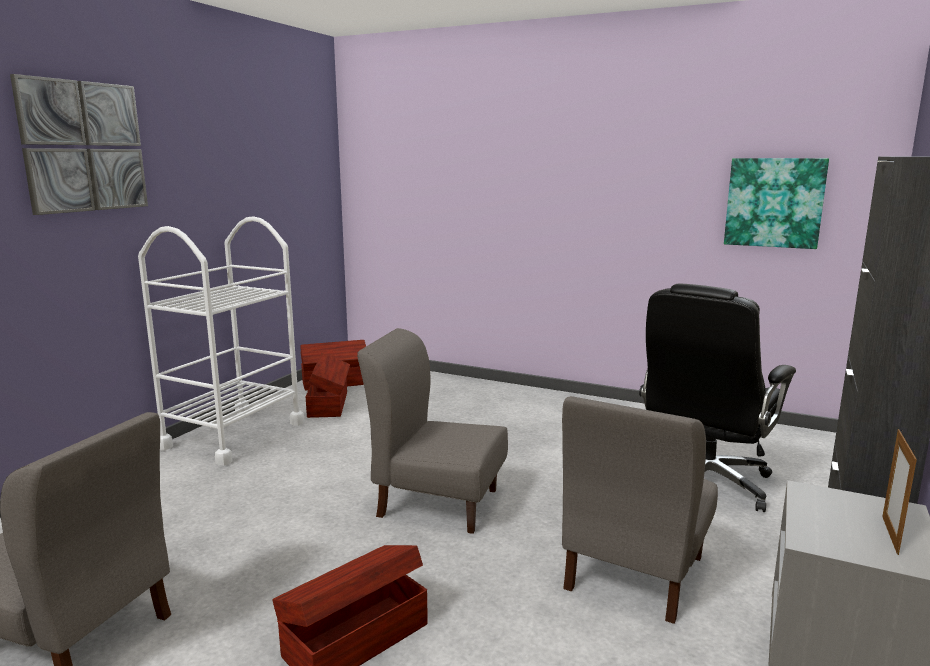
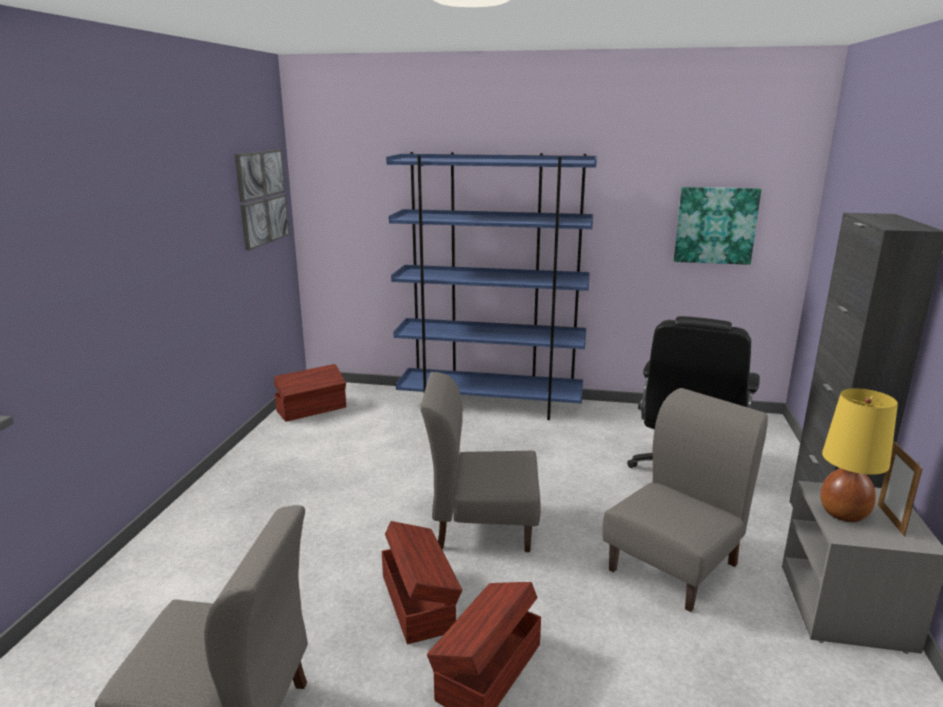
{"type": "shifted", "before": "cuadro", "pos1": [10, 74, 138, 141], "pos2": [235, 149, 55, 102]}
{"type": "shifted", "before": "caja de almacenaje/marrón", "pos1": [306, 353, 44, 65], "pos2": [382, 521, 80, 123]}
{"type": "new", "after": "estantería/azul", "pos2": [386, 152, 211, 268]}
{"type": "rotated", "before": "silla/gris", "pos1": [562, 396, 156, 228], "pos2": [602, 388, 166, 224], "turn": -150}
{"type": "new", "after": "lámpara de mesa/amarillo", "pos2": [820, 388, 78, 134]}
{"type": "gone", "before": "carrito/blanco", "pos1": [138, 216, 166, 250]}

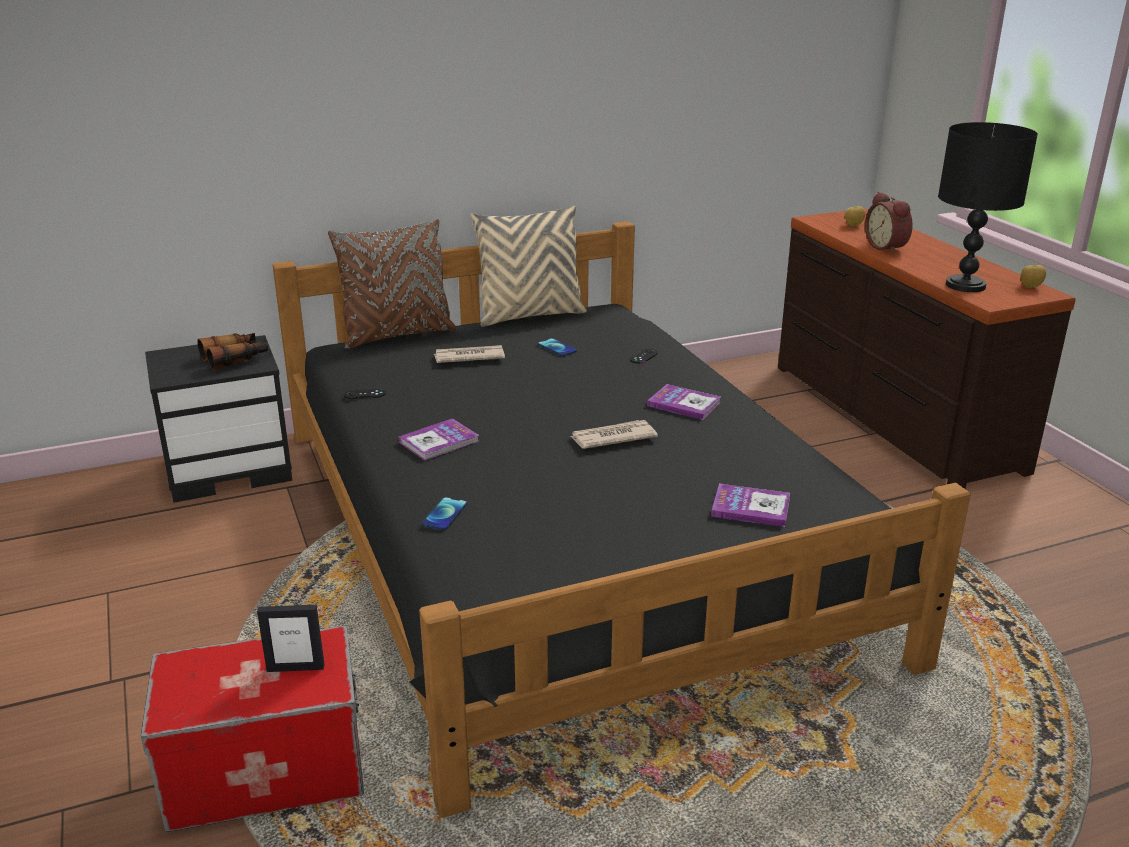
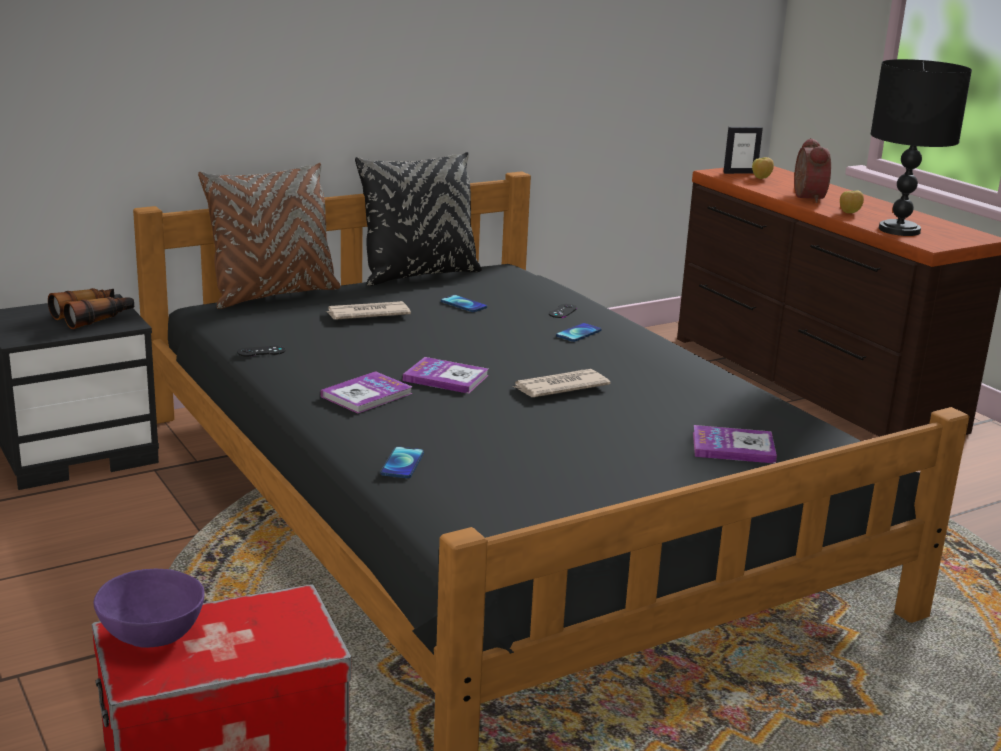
{"type": "new", "after": "cuenco/morado", "pos2": [94, 568, 111, 80]}
{"type": "repainted", "before": "cojín/beis", "after": "cojín/negro", "pos1": [471, 206, 115, 121], "pos2": [355, 152, 127, 134]}
{"type": "shifted", "before": "libro", "pos1": [647, 384, 74, 36], "pos2": [403, 357, 86, 37]}
{"type": "new", "after": "móvil", "pos2": [556, 323, 46, 19]}
{"type": "shifted", "before": "portarretratos", "pos1": [257, 605, 68, 67], "pos2": [723, 127, 40, 47]}
{"type": "rotated", "before": "despertador", "pos1": [865, 192, 48, 62], "pos2": [794, 138, 37, 65], "turn": -150}
{"type": "shifted", "before": "manzana", "pos1": [1021, 265, 25, 23], "pos2": [840, 191, 24, 22]}

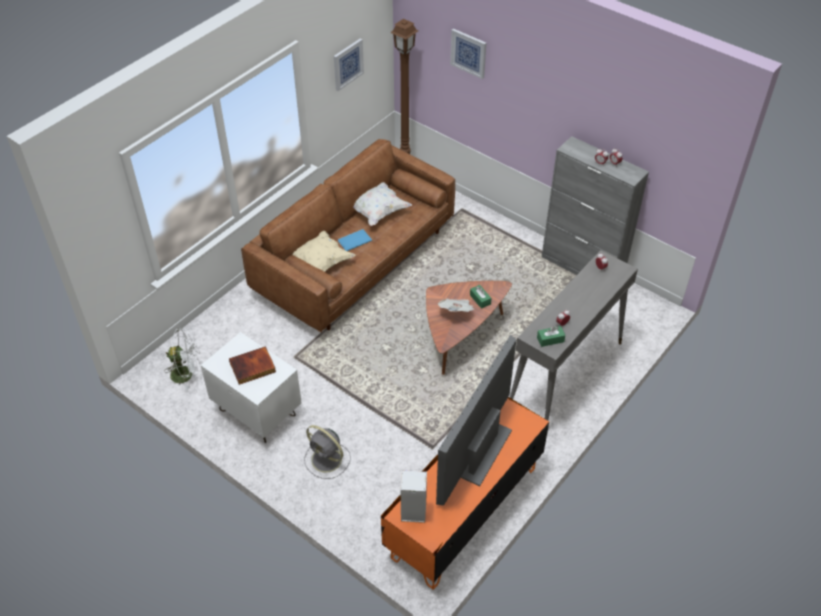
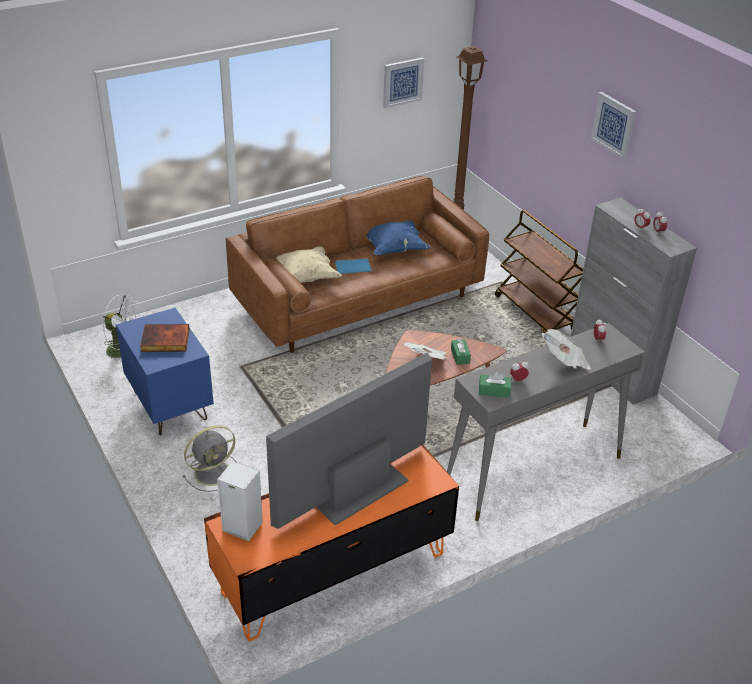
{"type": "repainted", "before": "mesita de noche/blanco", "after": "mesita de noche/azul", "pos1": [201, 332, 101, 111], "pos2": [116, 308, 98, 128]}
{"type": "rotated", "before": "ventilador/gris", "pos1": [304, 425, 47, 54], "pos2": [182, 425, 54, 67], "turn": -90}
{"type": "repainted", "before": "cojín/blanco", "after": "cojín/azul", "pos1": [353, 182, 59, 44], "pos2": [367, 220, 64, 35]}
{"type": "new", "after": "carrito/marrón", "pos2": [495, 210, 88, 123]}
{"type": "new", "after": "periódico", "pos2": [542, 329, 49, 41]}
{"type": "shifted", "before": "cuadro", "pos1": [450, 29, 36, 50], "pos2": [591, 92, 45, 68]}

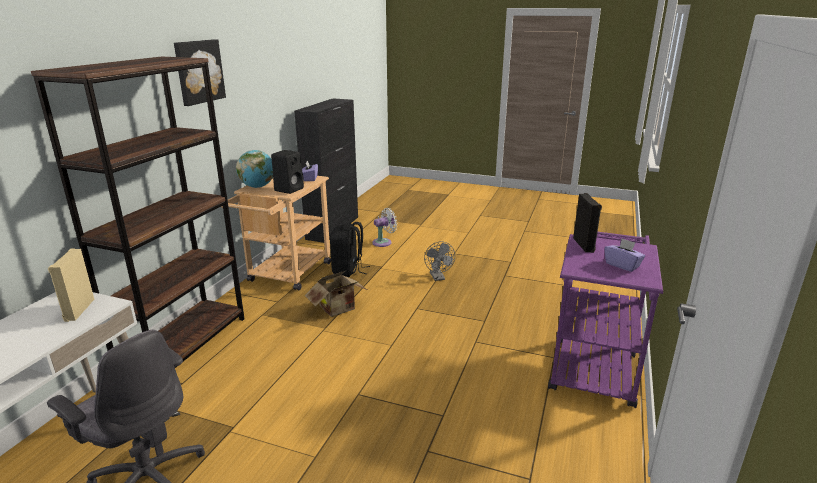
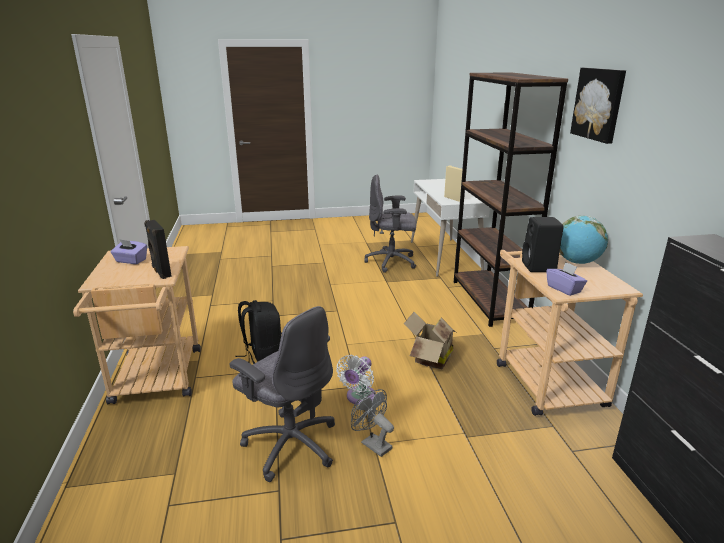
{"type": "repainted", "before": "carrito/morado", "after": "carrito/beis", "pos1": [548, 232, 115, 176], "pos2": [73, 246, 128, 158]}
{"type": "new", "after": "silla de oficina/gris", "pos2": [230, 306, 105, 176]}
{"type": "shifted", "before": "mochila/negro", "pos1": [330, 222, 40, 55], "pos2": [235, 300, 47, 64]}
{"type": "shifted", "before": "ventilador/blanco", "pos1": [372, 208, 25, 39], "pos2": [336, 355, 40, 50]}

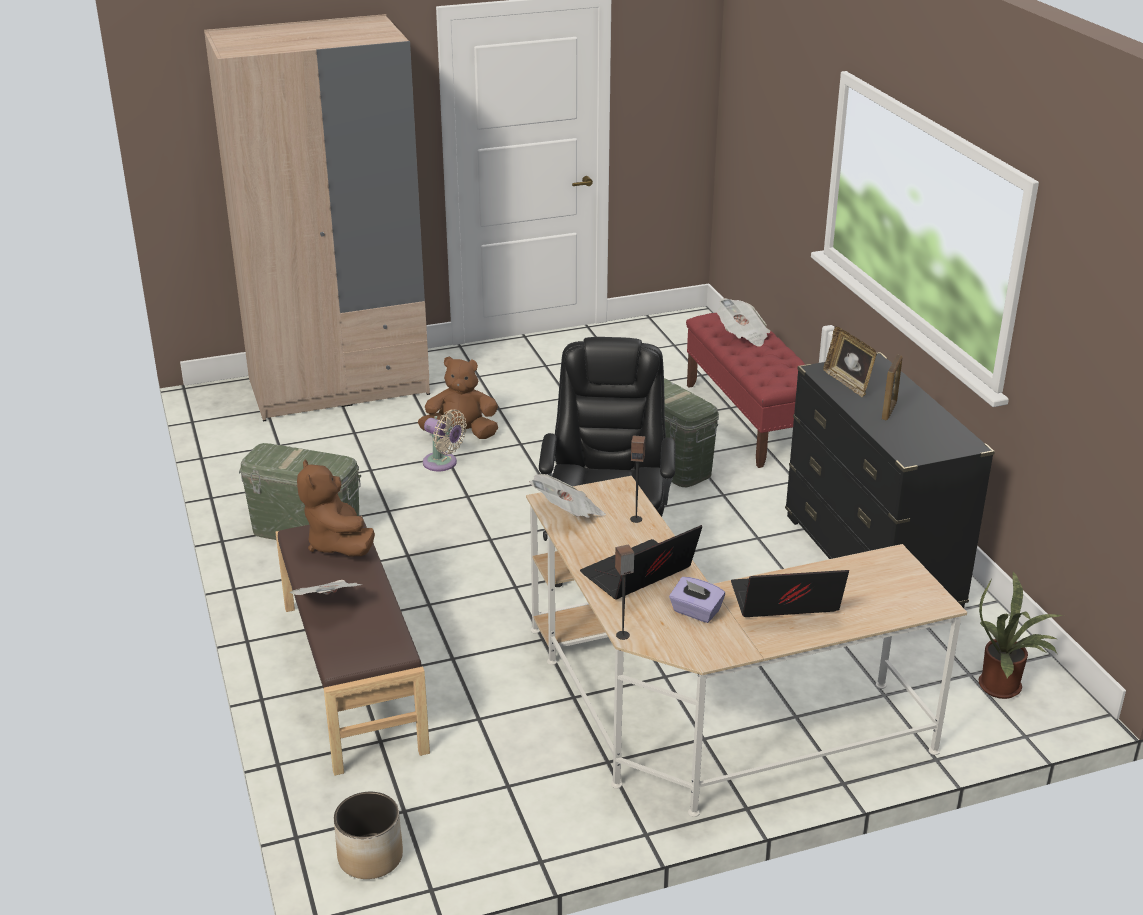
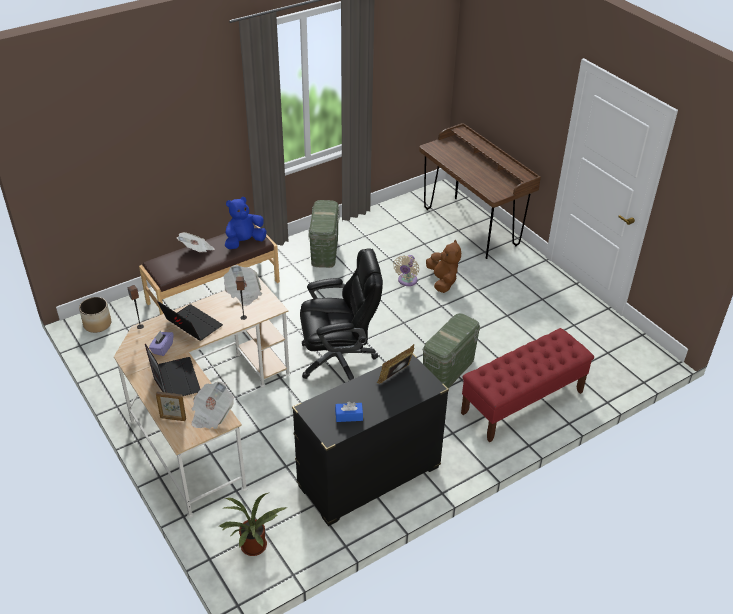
{"type": "shifted", "before": "portarretratos", "pos1": [882, 355, 20, 65], "pos2": [156, 391, 30, 30]}
{"type": "shifted", "before": "periódico", "pos1": [717, 298, 53, 49], "pos2": [191, 382, 43, 47]}
{"type": "repainted", "before": "peluche/marrón", "after": "peluche/azul", "pos1": [297, 459, 78, 97], "pos2": [225, 197, 41, 52]}
{"type": "new", "after": "caja de pañuelos/azul", "pos2": [335, 401, 28, 21]}
{"type": "swapped", "before": "armario ropero/beis", "after": "escritorio/marrón", "pos1": [204, 14, 226, 407], "pos2": [419, 123, 122, 136]}

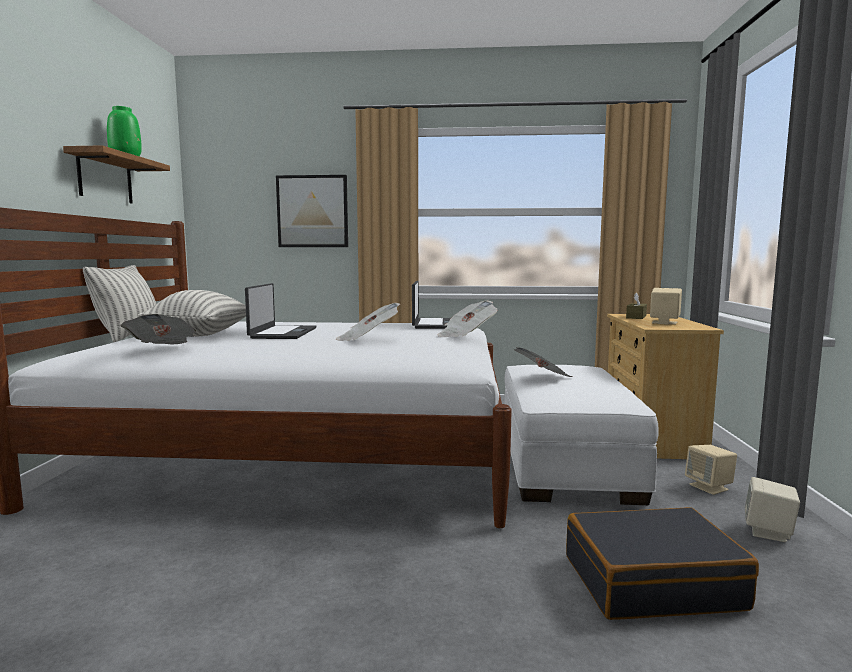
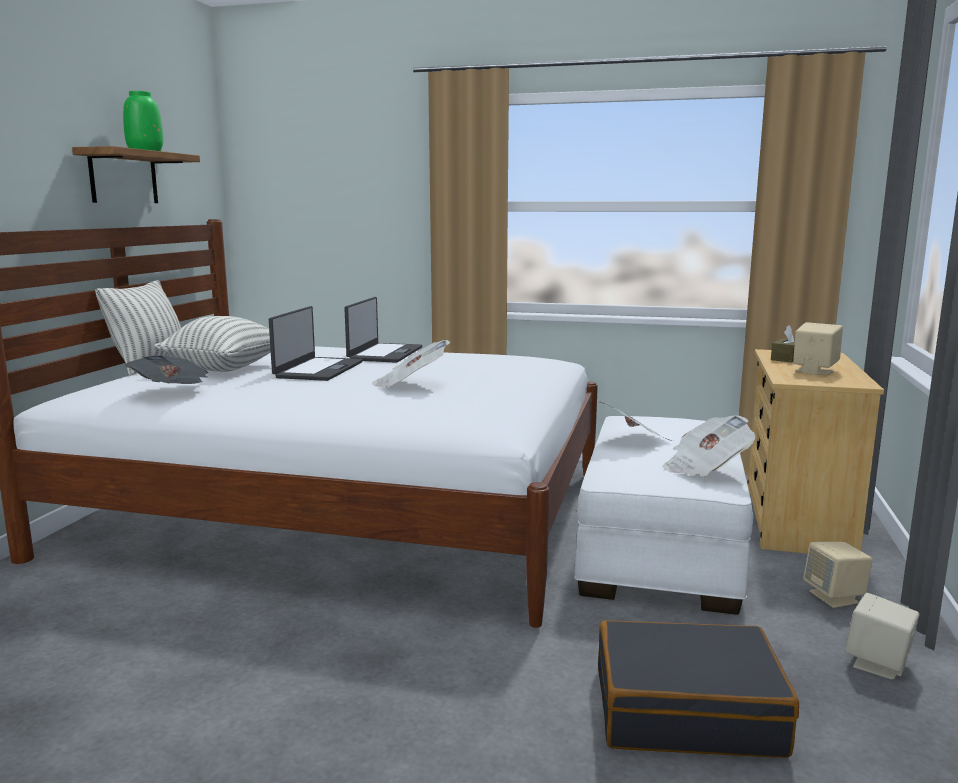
{"type": "shifted", "before": "portátil", "pos1": [412, 281, 39, 48], "pos2": [344, 297, 78, 66]}
{"type": "shifted", "before": "periódico", "pos1": [438, 301, 59, 36], "pos2": [663, 415, 92, 62]}
{"type": "gone", "before": "cuadro", "pos1": [276, 175, 72, 72]}

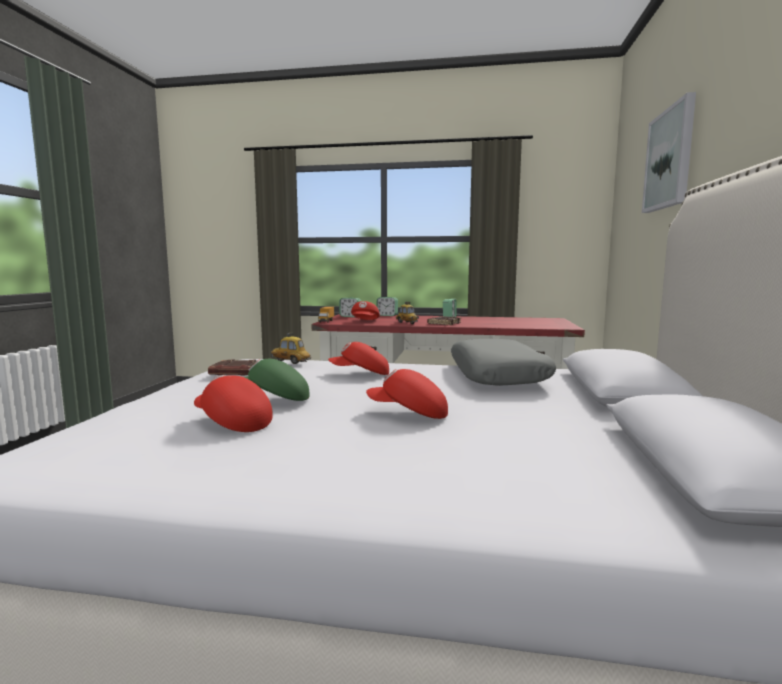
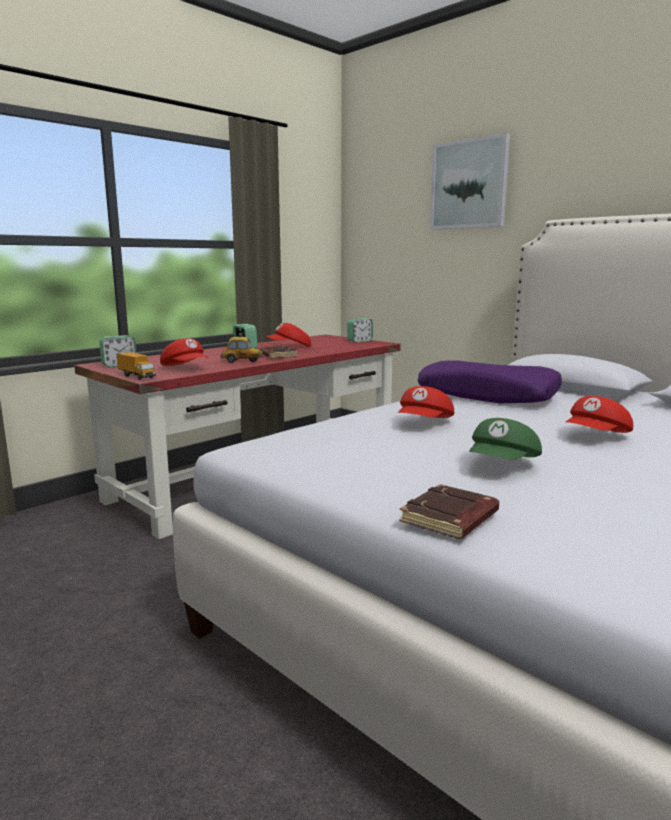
{"type": "shifted", "before": "gorra/rojo", "pos1": [194, 375, 79, 57], "pos2": [266, 323, 45, 24]}
{"type": "shifted", "before": "despertador", "pos1": [377, 297, 21, 19], "pos2": [347, 318, 26, 24]}
{"type": "shifted", "before": "libro/marrón", "pos1": [208, 359, 49, 16], "pos2": [400, 484, 99, 55]}
{"type": "repainted", "before": "cojín/gris", "after": "cojín/morado", "pos1": [451, 339, 105, 47], "pos2": [418, 360, 144, 43]}
{"type": "gone", "before": "coche de juguete", "pos1": [271, 333, 40, 31]}

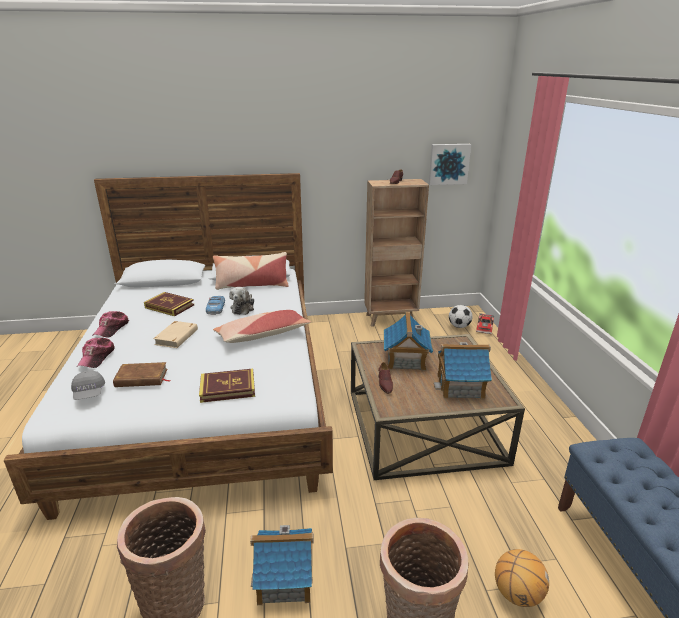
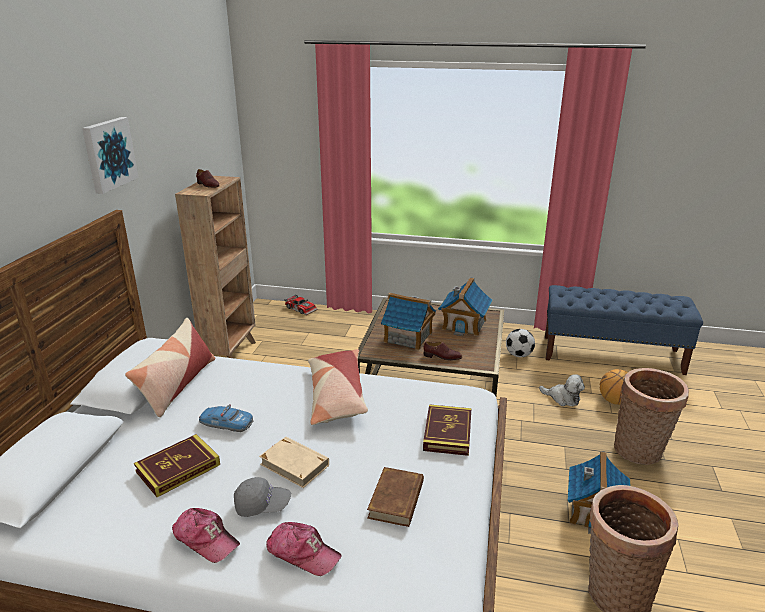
{"type": "shifted", "before": "cuadro", "pos1": [429, 144, 42, 41], "pos2": [82, 117, 56, 77]}
{"type": "shifted", "before": "gorra/gris", "pos1": [71, 370, 34, 30], "pos2": [234, 477, 57, 40]}
{"type": "shifted", "before": "balón de fútbol", "pos1": [449, 305, 24, 23], "pos2": [506, 329, 29, 28]}
{"type": "shifted", "before": "peluche", "pos1": [229, 287, 25, 28], "pos2": [539, 374, 46, 33]}

